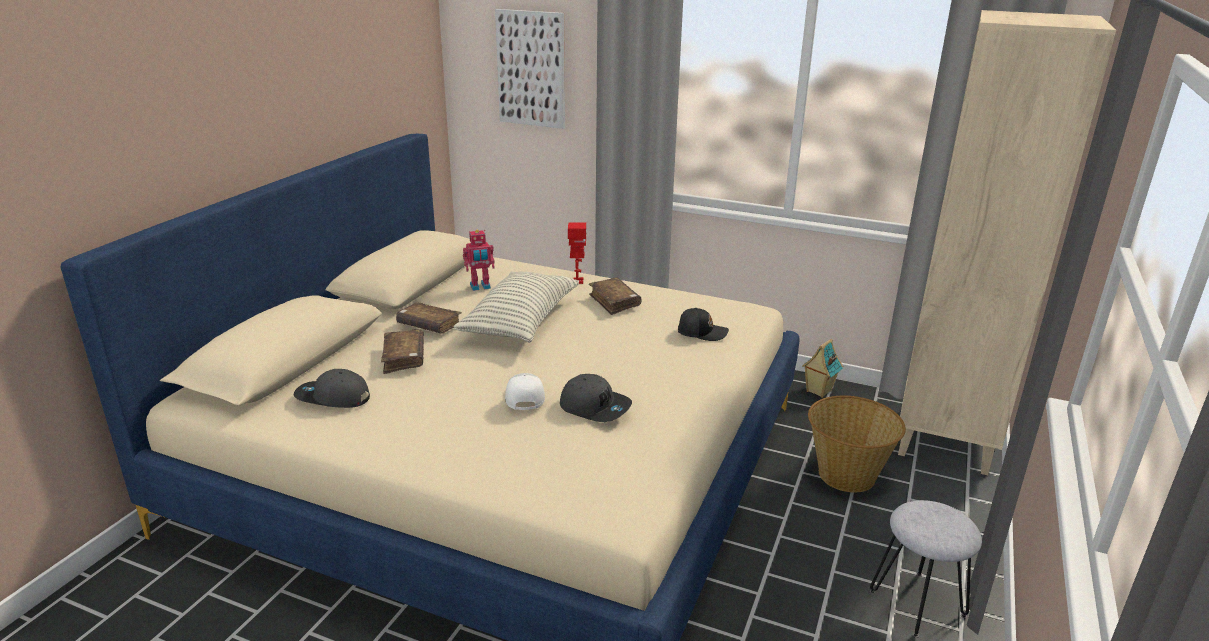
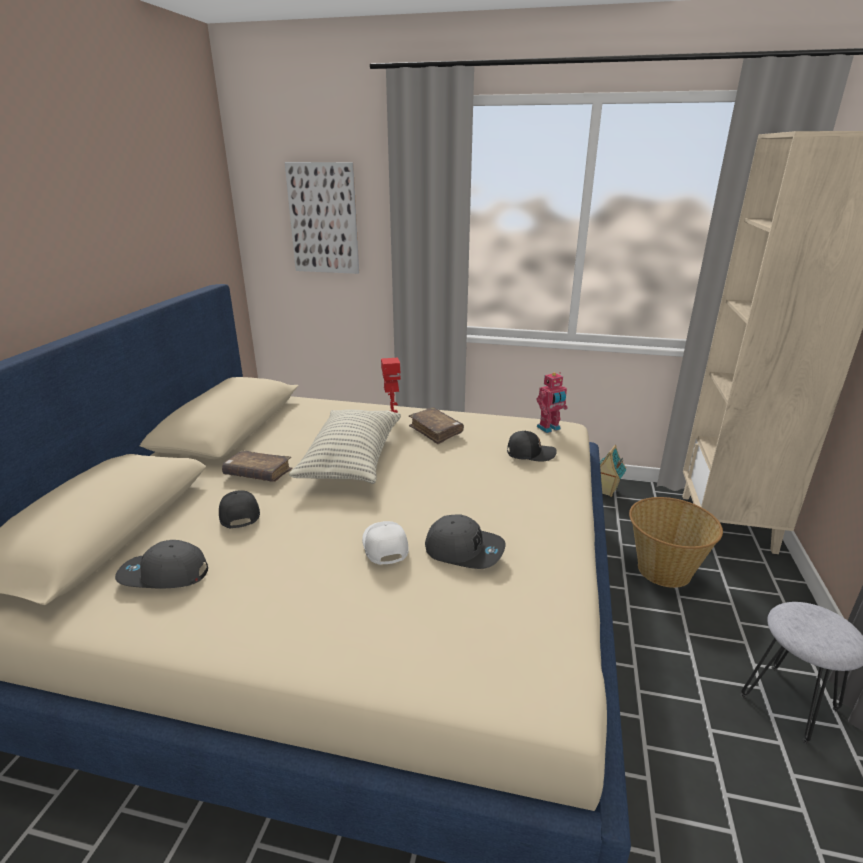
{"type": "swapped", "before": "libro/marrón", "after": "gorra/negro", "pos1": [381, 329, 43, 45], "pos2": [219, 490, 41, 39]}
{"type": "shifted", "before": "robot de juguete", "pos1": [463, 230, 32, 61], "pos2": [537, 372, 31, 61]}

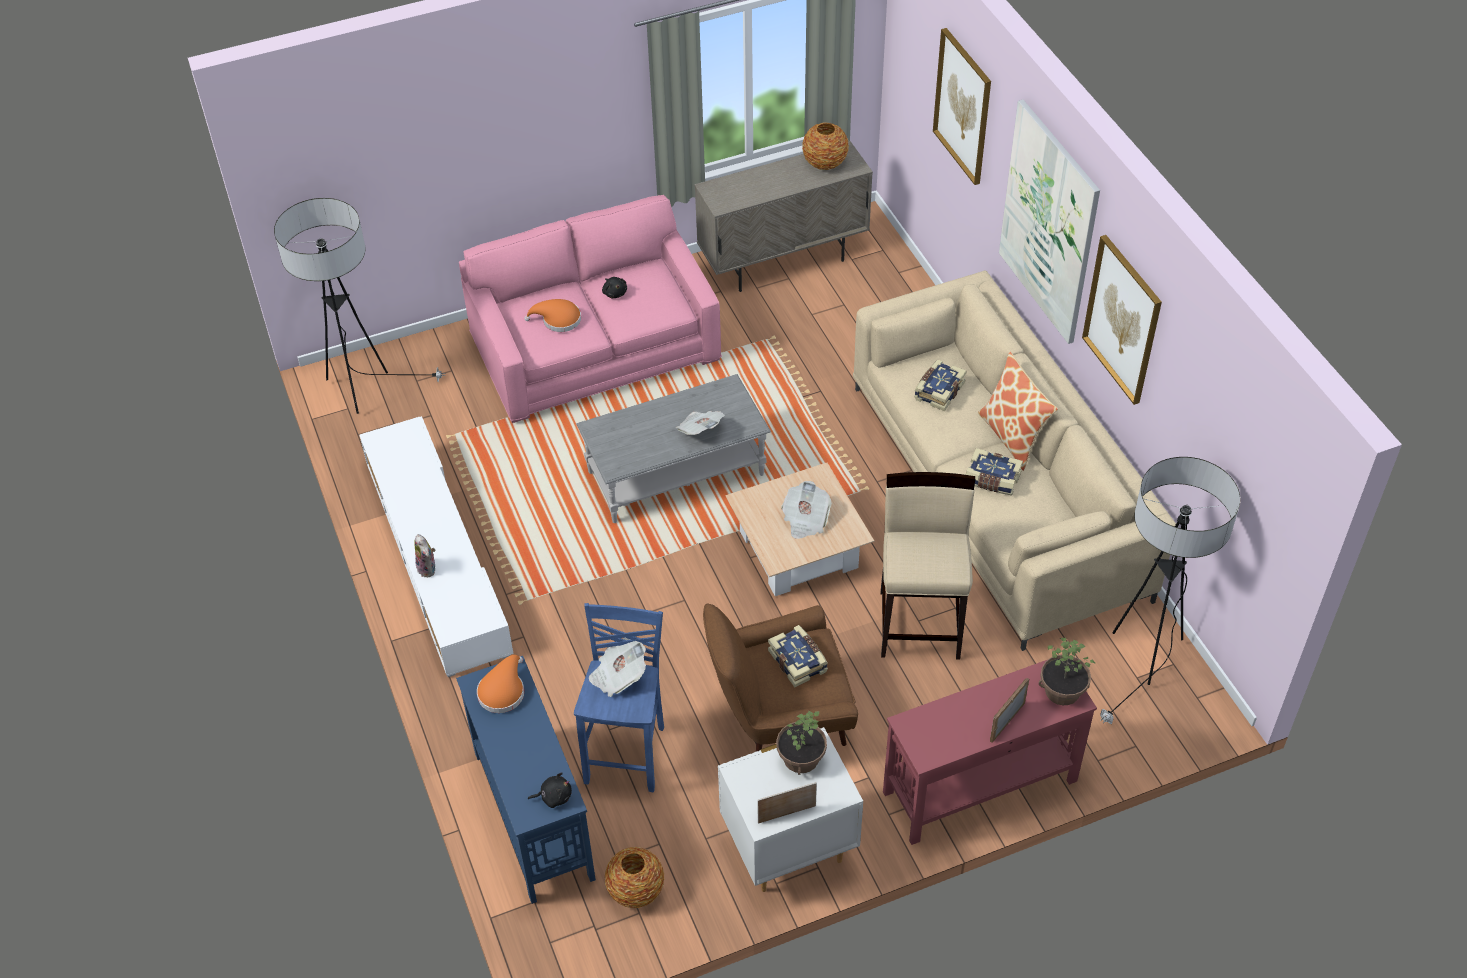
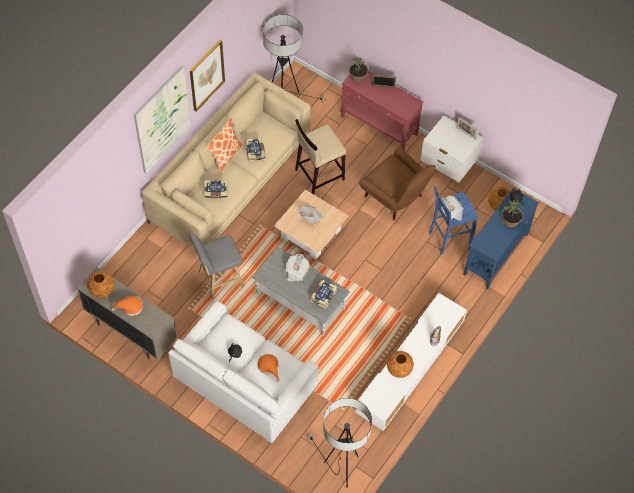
{"type": "shifted", "before": "sombrero/naranja", "pos1": [477, 655, 47, 58], "pos2": [111, 296, 32, 20]}
{"type": "repainted", "before": "sofá/rosa", "after": "sofá/blanco", "pos1": [459, 195, 263, 228], "pos2": [168, 301, 151, 142]}
{"type": "new", "after": "taburete/gris", "pos2": [190, 234, 55, 65]}
{"type": "shifted", "before": "libro", "pos1": [768, 625, 60, 62], "pos2": [310, 280, 27, 29]}
{"type": "new", "after": "florero", "pos2": [387, 351, 27, 27]}
{"type": "shifted", "before": "planta en maceta", "pos1": [776, 710, 51, 65], "pos2": [502, 200, 22, 27]}
{"type": "gone", "before": "cuadro", "pos1": [933, 28, 58, 157]}

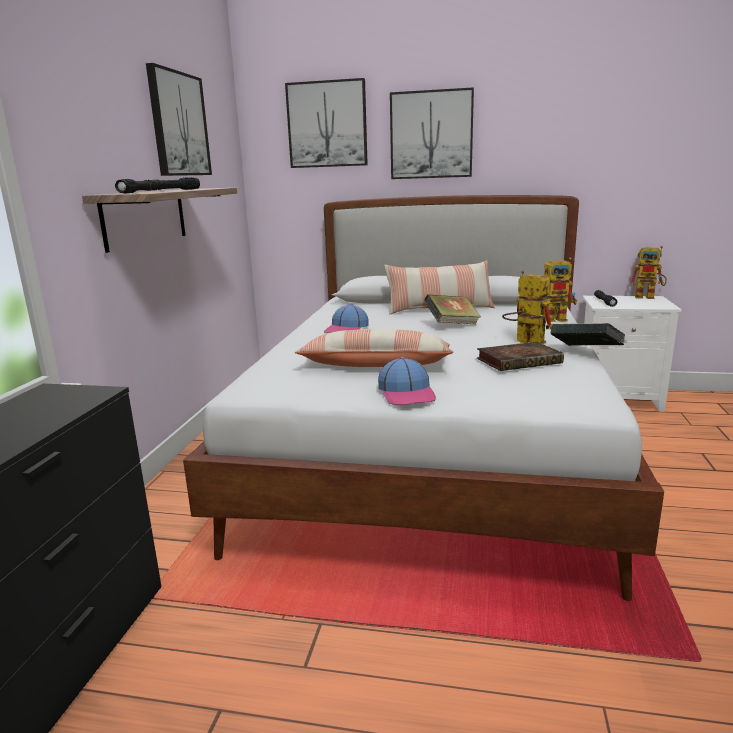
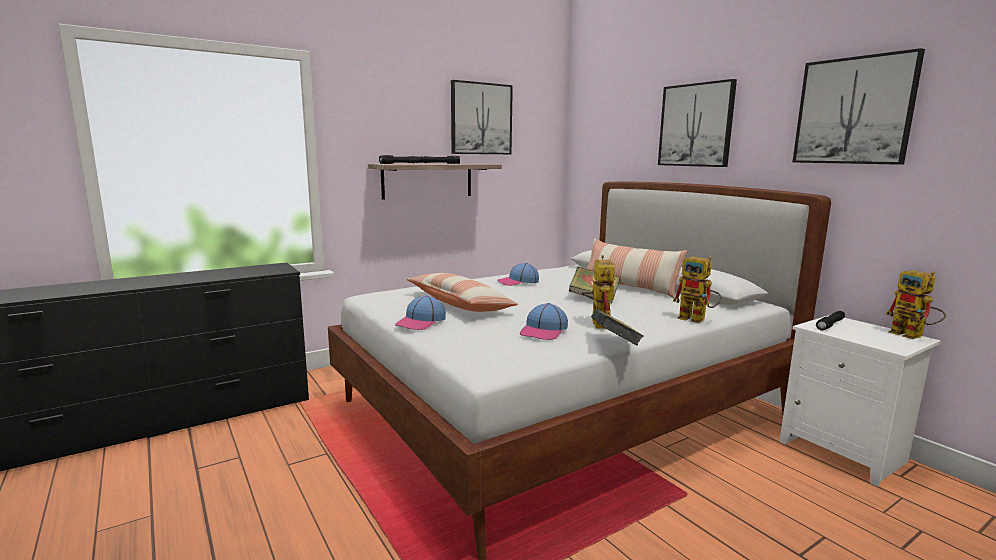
{"type": "swapped", "before": "libro", "after": "gorra", "pos1": [477, 342, 87, 29], "pos2": [520, 303, 48, 37]}
{"type": "shifted", "before": "cuadro", "pos1": [285, 78, 83, 90], "pos2": [793, 48, 132, 117]}

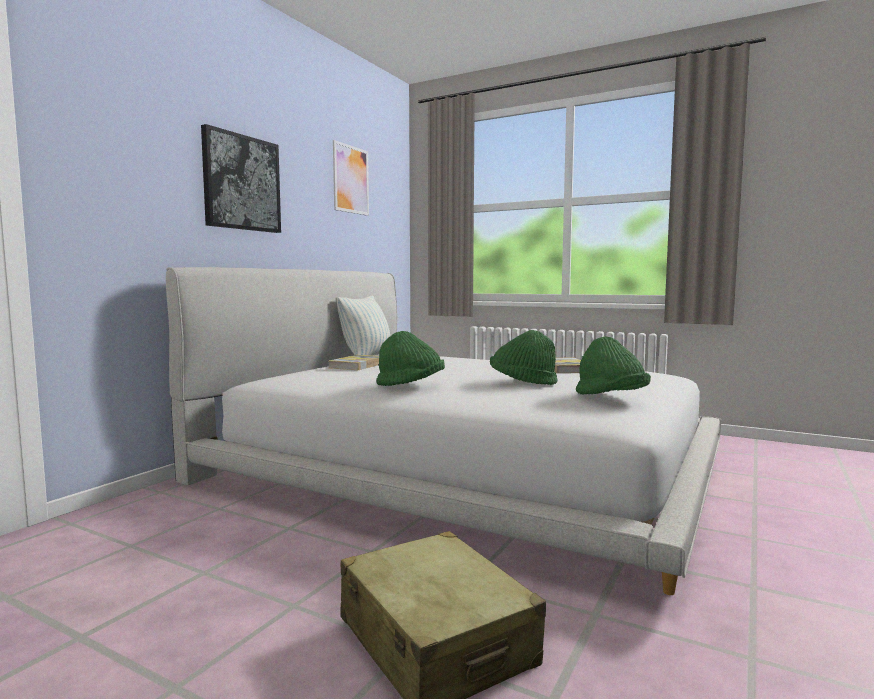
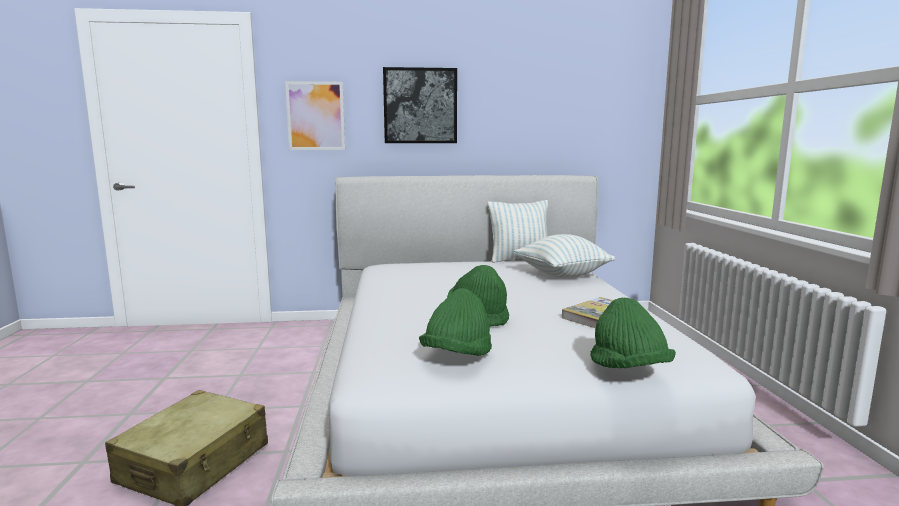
{"type": "shifted", "before": "cuadro", "pos1": [333, 140, 36, 76], "pos2": [285, 81, 60, 69]}
{"type": "new", "after": "cojín", "pos2": [514, 234, 101, 44]}
{"type": "shifted", "before": "sombrero/verde", "pos1": [376, 331, 69, 55], "pos2": [590, 297, 86, 71]}
{"type": "gone", "before": "libro", "pos1": [329, 355, 50, 15]}

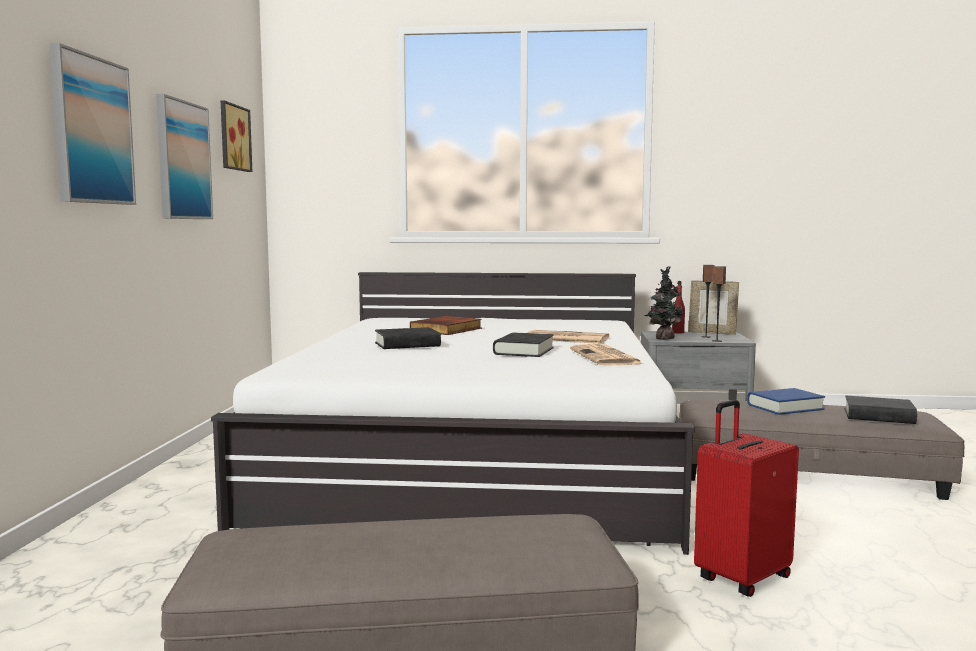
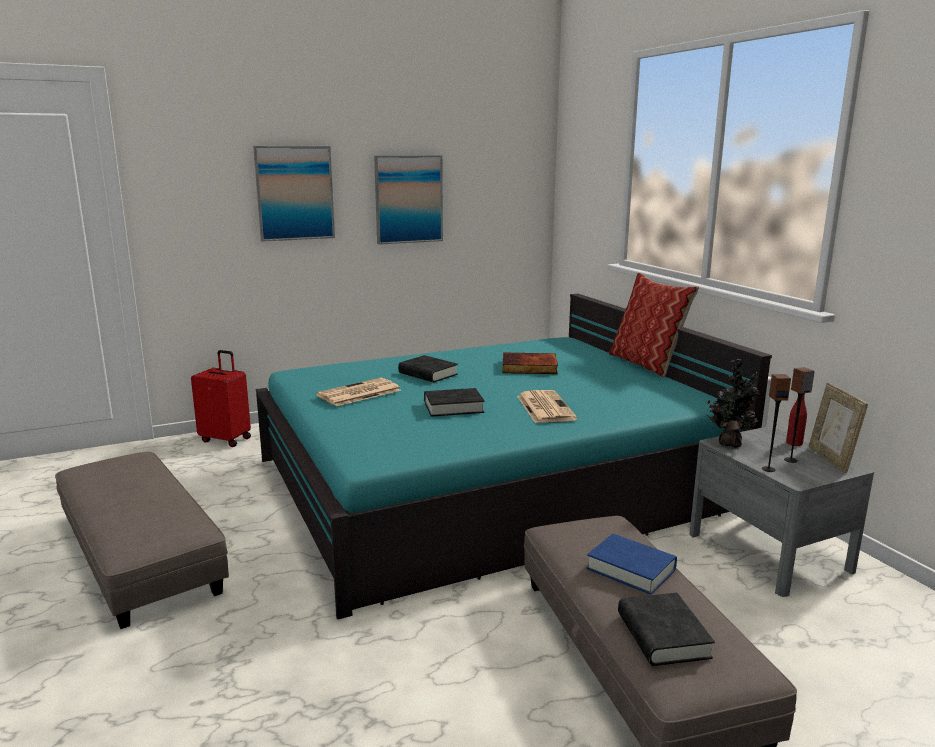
{"type": "shifted", "before": "maleta/rojo", "pos1": [694, 400, 105, 197], "pos2": [191, 350, 60, 97]}
{"type": "repainted", "before": "cama/blanco", "after": "cama/turquesa", "pos1": [211, 272, 484, 283], "pos2": [256, 294, 516, 326]}
{"type": "shifted", "before": "periódico", "pos1": [570, 344, 73, 22], "pos2": [316, 378, 85, 28]}
{"type": "new", "after": "cojín", "pos2": [609, 273, 90, 105]}
{"type": "gone", "before": "cuadro", "pos1": [221, 100, 31, 72]}

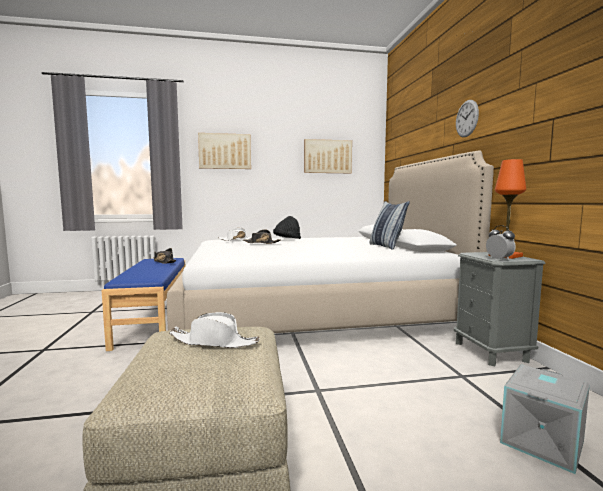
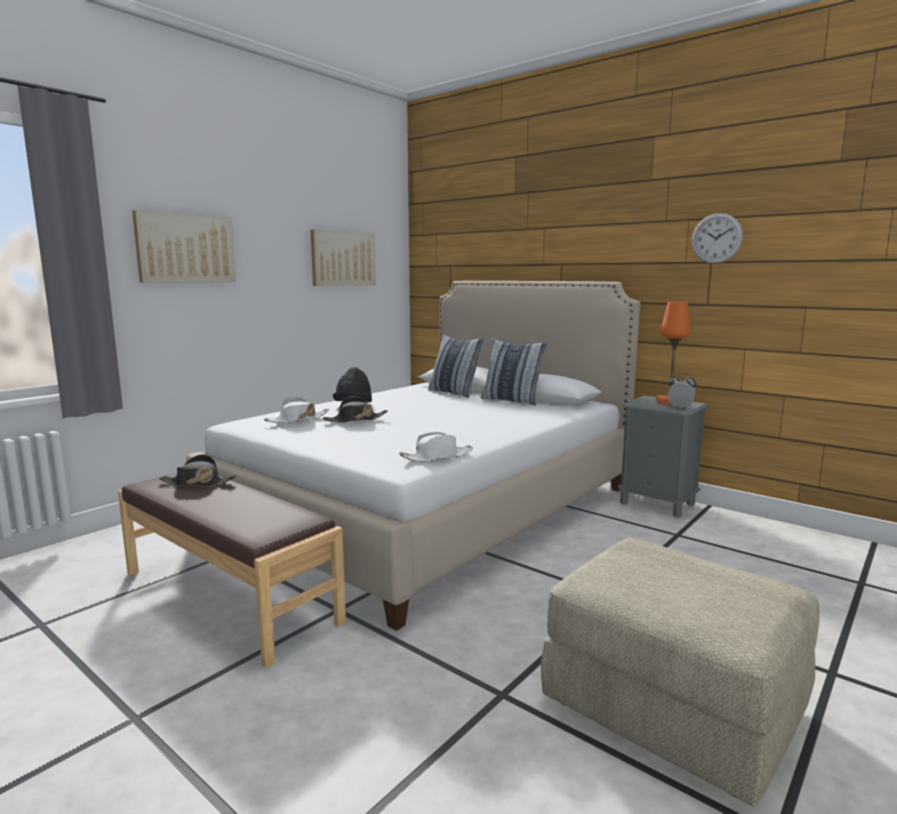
{"type": "repainted", "before": "banco/azul", "after": "banco/marrón", "pos1": [101, 258, 84, 93], "pos2": [118, 473, 228, 195]}
{"type": "shifted", "before": "sombrero/blanco", "pos1": [169, 312, 91, 36], "pos2": [399, 432, 74, 30]}
{"type": "new", "after": "cojín", "pos2": [428, 334, 56, 64]}
{"type": "shifted", "before": "reloj de pared", "pos1": [456, 100, 23, 37], "pos2": [692, 213, 51, 51]}
{"type": "gone", "before": "caja de almacenaje/gris", "pos1": [500, 365, 90, 109]}

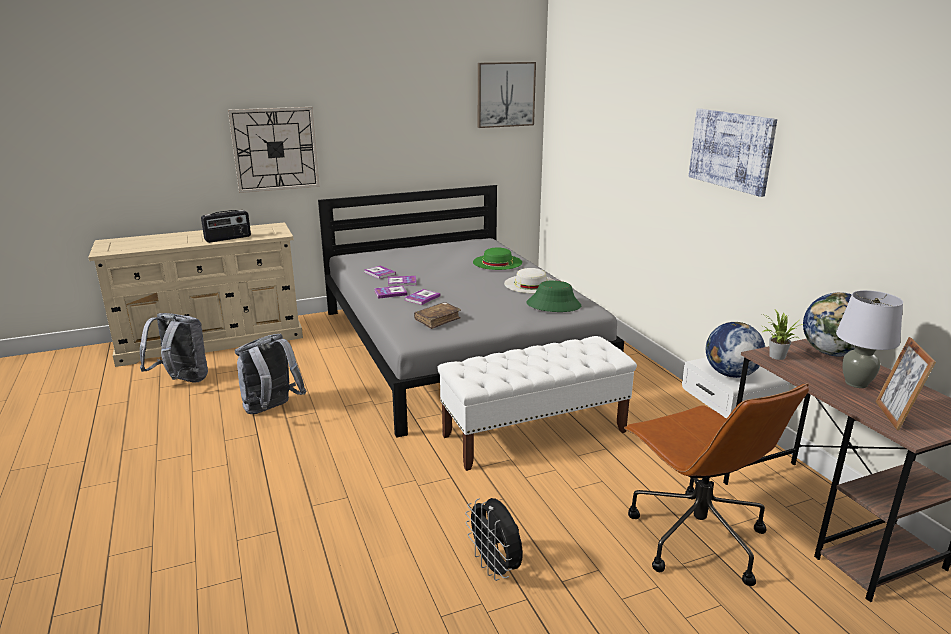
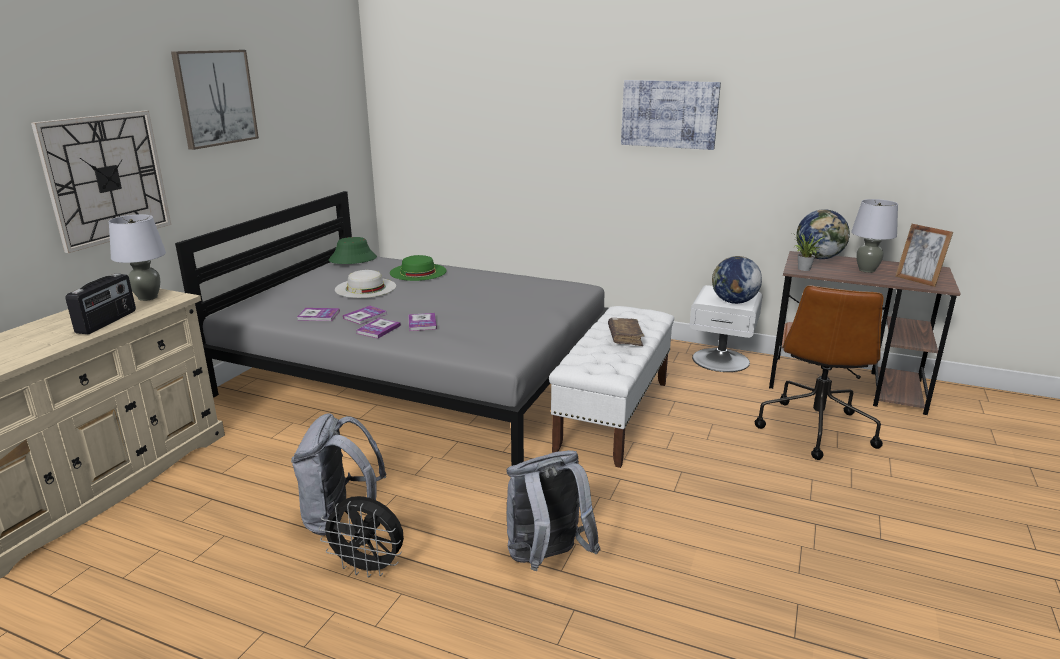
{"type": "new", "after": "lámpara de mesa/gris", "pos2": [109, 214, 57, 87]}
{"type": "shifted", "before": "cuadro", "pos1": [478, 62, 58, 66], "pos2": [171, 50, 88, 100]}
{"type": "shifted", "before": "ventilador/negro", "pos1": [465, 498, 58, 83], "pos2": [319, 496, 85, 82]}
{"type": "shifted", "before": "sombrero/verde", "pos1": [527, 280, 54, 32], "pos2": [328, 237, 49, 27]}
{"type": "shifted", "before": "sombrero/blanco", "pos1": [504, 268, 50, 25], "pos2": [335, 270, 61, 28]}
{"type": "shifted", "before": "mochila/gris", "pos1": [140, 313, 68, 69], "pos2": [506, 450, 94, 121]}
{"type": "shifted", "before": "libro/marrón", "pos1": [414, 302, 47, 27], "pos2": [608, 318, 36, 28]}
{"type": "rotated", "before": "silla de oficina/marrón", "pos1": [624, 383, 185, 203], "pos2": [755, 285, 129, 175], "turn": 90}

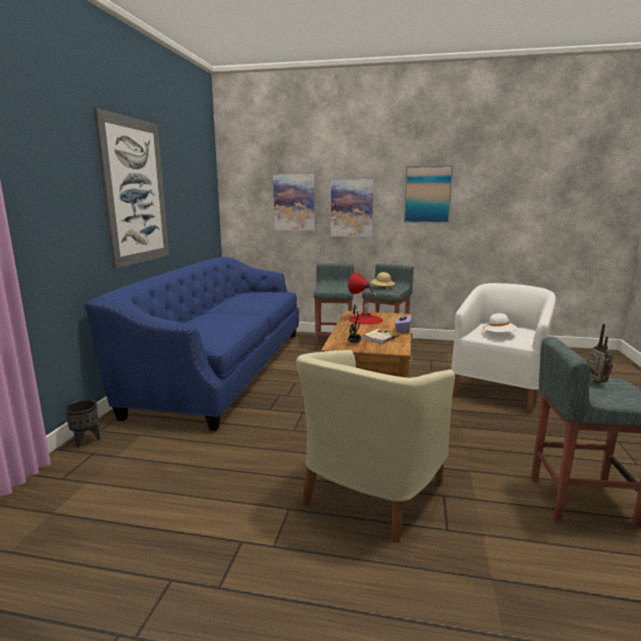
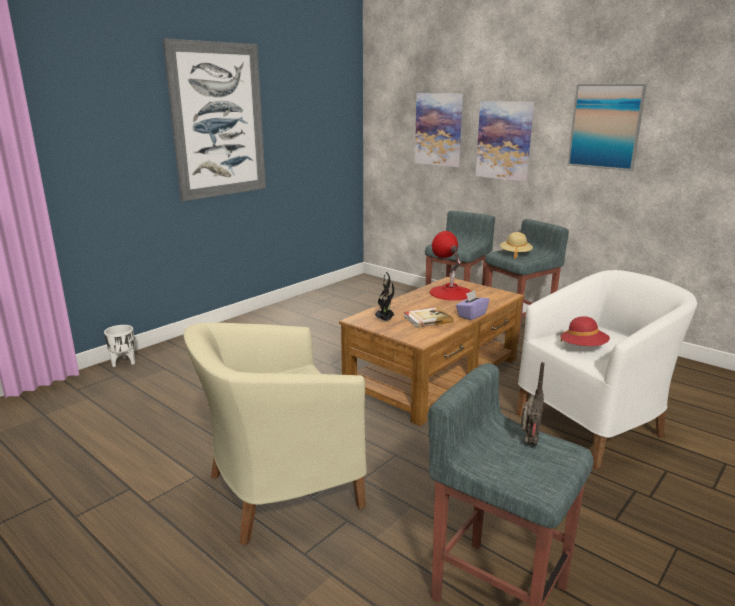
{"type": "repainted", "before": "maceta/negro", "after": "maceta/blanco", "pos1": [65, 400, 35, 48], "pos2": [104, 325, 31, 42]}
{"type": "repainted", "before": "sombrero/blanco", "after": "sombrero/rojo", "pos1": [483, 313, 34, 19], "pos2": [560, 316, 50, 30]}
{"type": "gone", "before": "sofá/azul", "pos1": [84, 257, 215, 174]}

